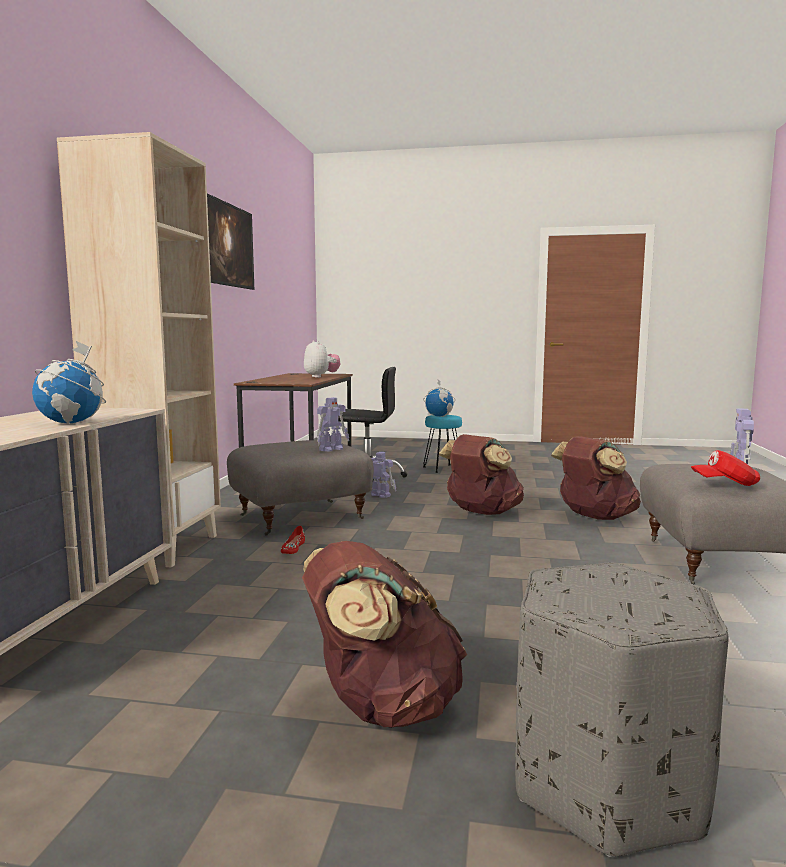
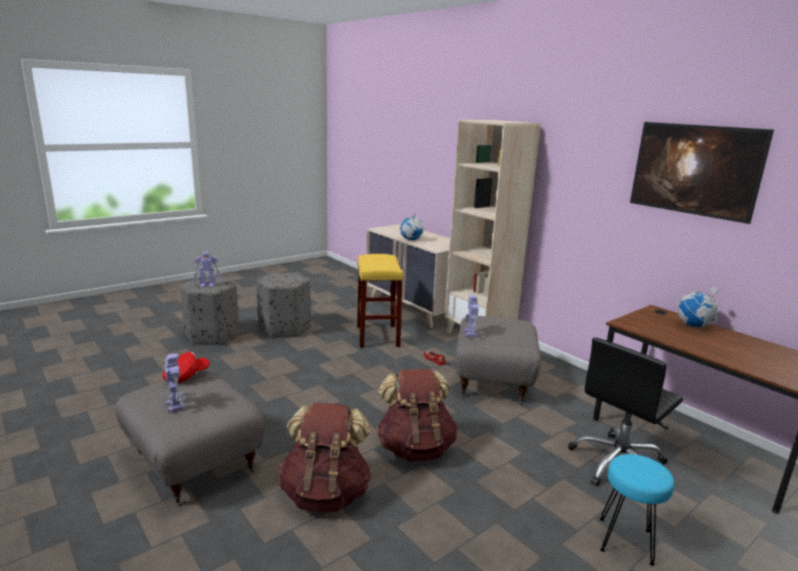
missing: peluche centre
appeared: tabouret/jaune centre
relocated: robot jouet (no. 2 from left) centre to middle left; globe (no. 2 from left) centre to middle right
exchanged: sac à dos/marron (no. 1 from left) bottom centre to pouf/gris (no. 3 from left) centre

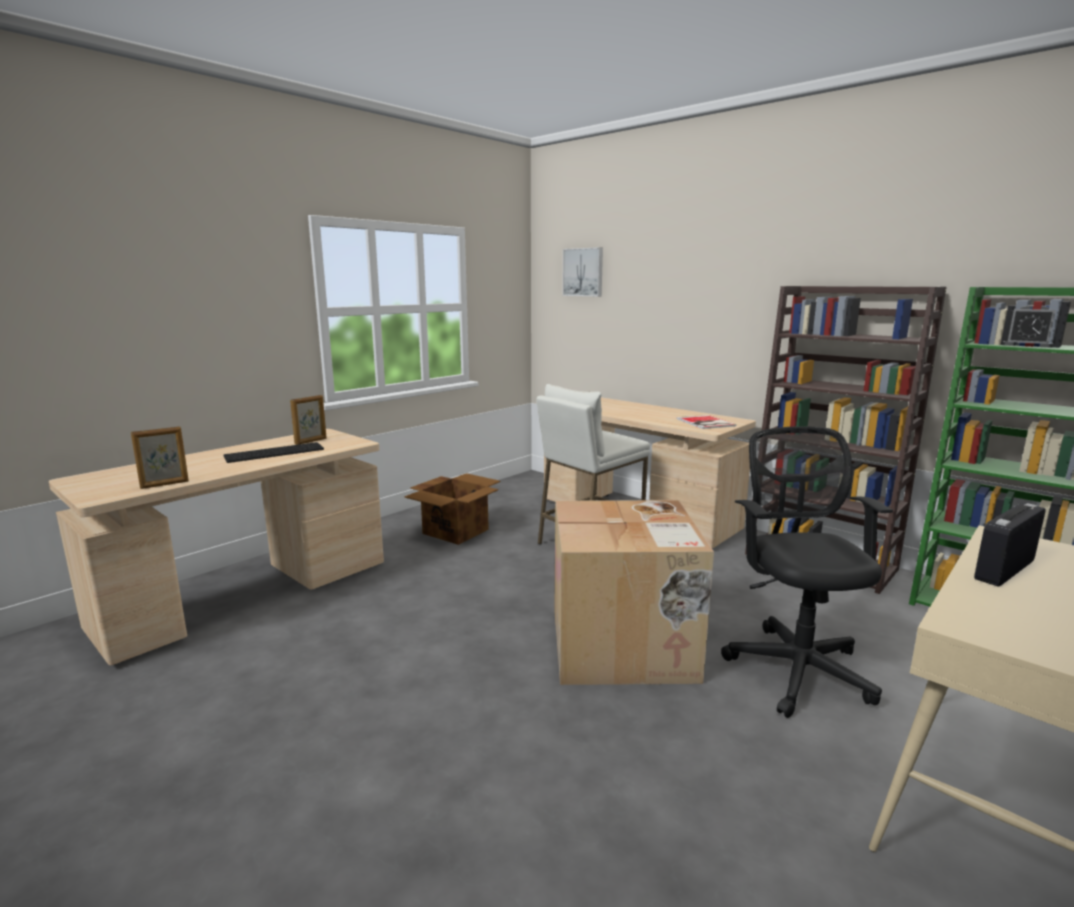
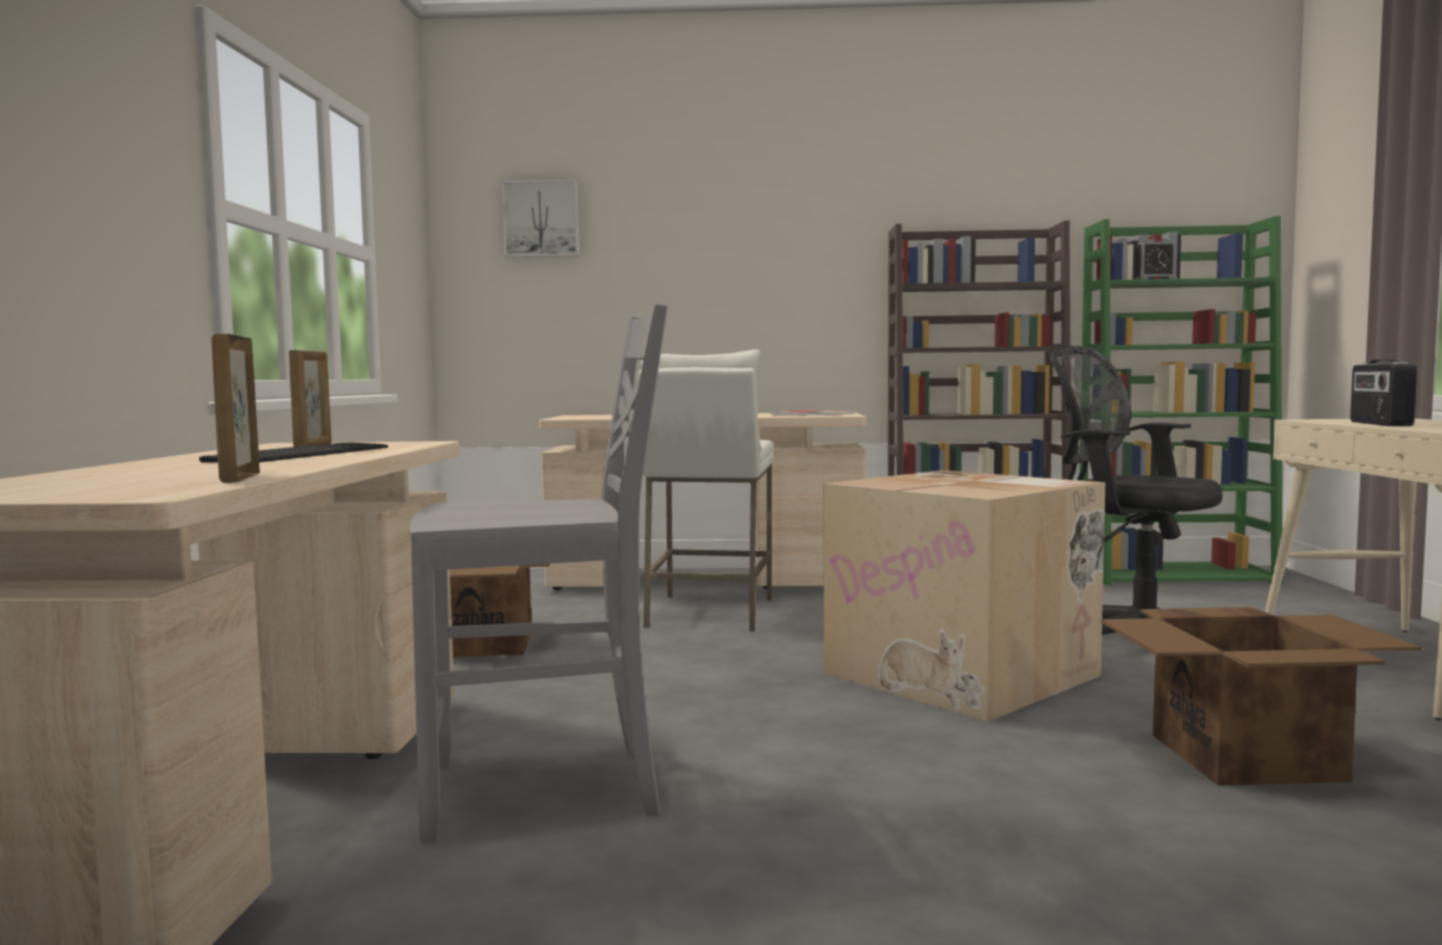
appeared: chaise/gris centre; carton (no. 3 from left) bottom right
spun: cadre photo (no. 1 from left) middle left = middle left 150 degrees clockwise

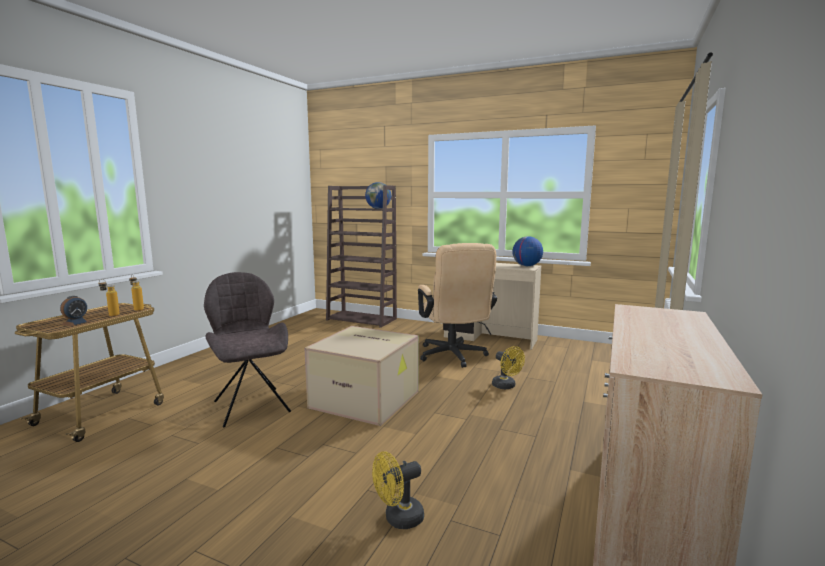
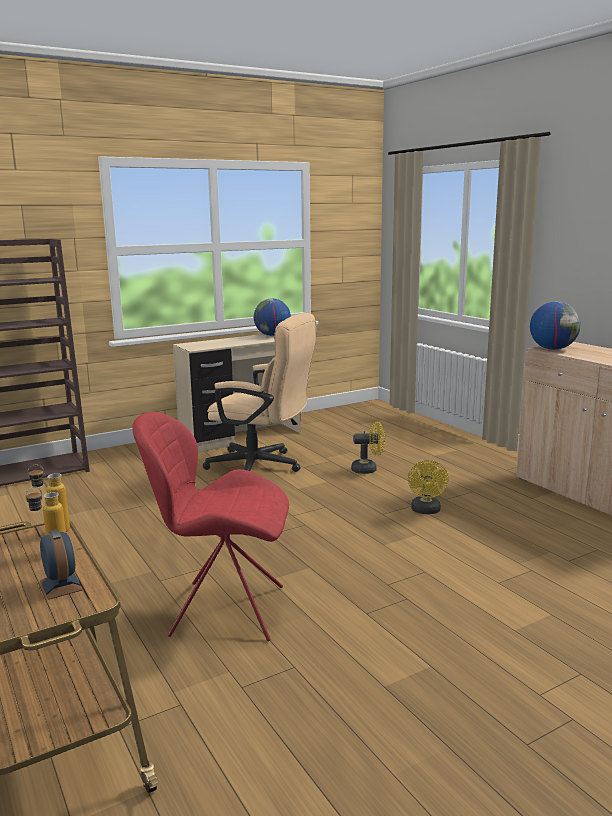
missing: carton centre
relocated: ventilateur/jaune (no. 1 from left in the first image) bottom centre to ventilateur/jaune (no. 2 from left) middle right; globe (no. 1 from left in the first image) centre to globe (no. 2 from left) middle right
colour: chaise/gris middle left to chaise/rouge centre

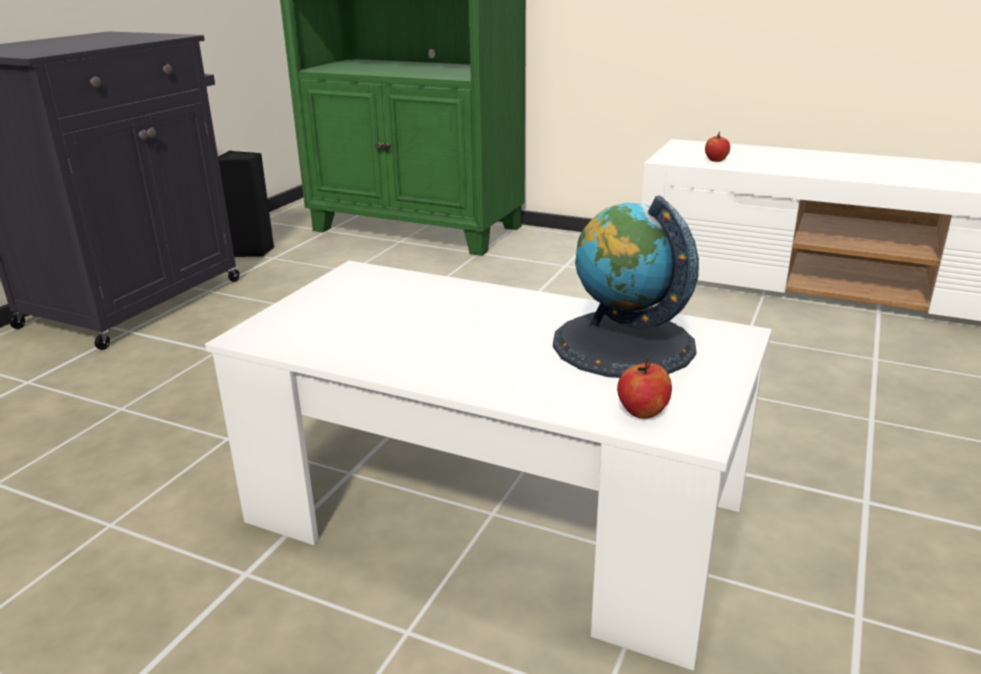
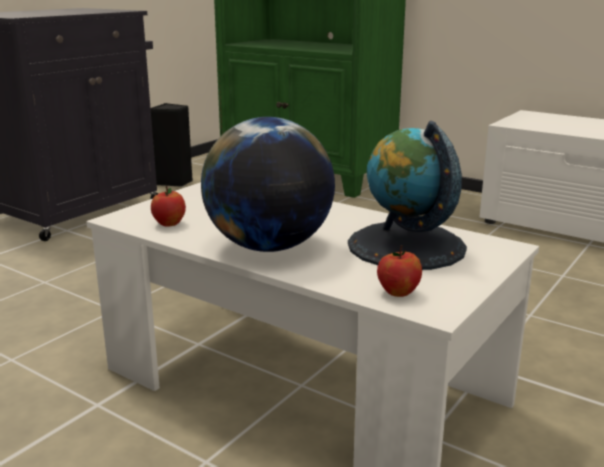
appeared: globe (no. 1 from left) centre
relocated: pomme (no. 2 from left in the first image) top right to pomme (no. 1 from left) middle left

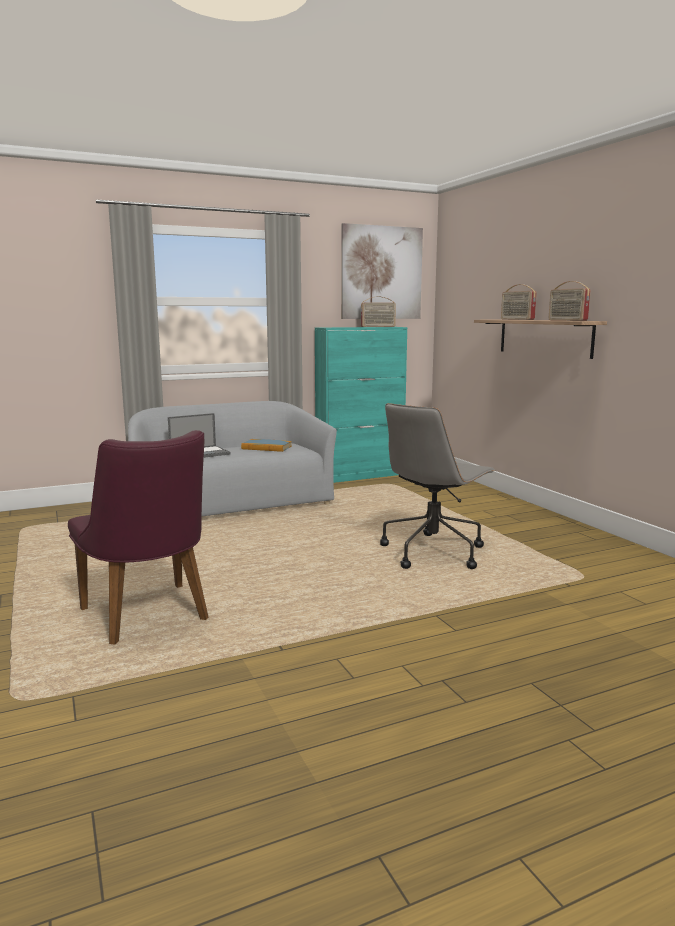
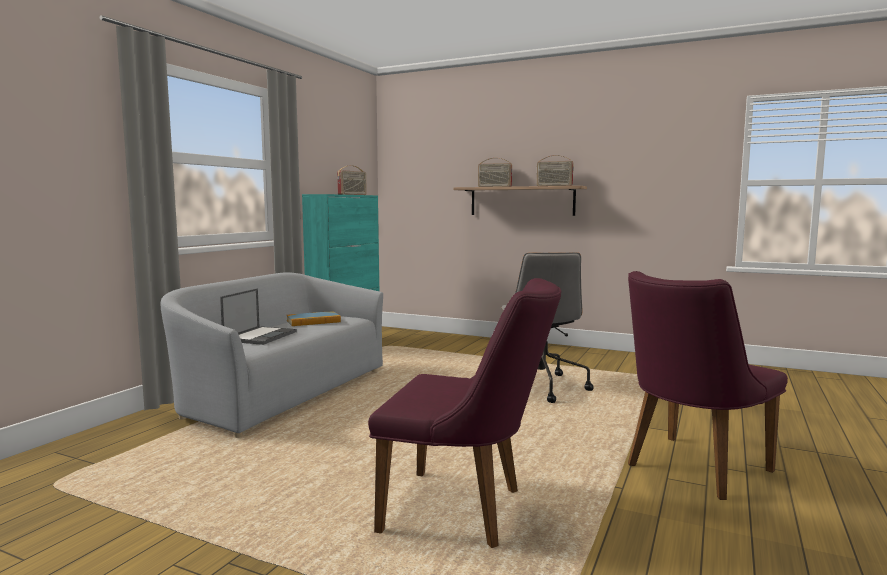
missing: tableau top centre
appeared: chaise/violet (no. 2 from left) bottom right

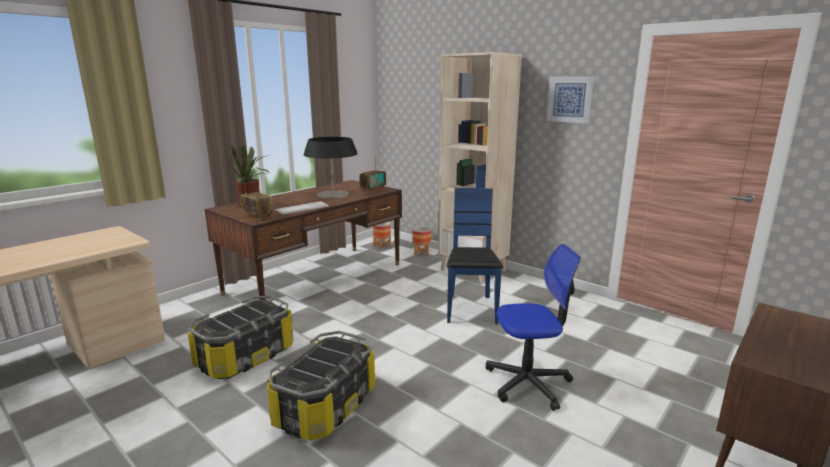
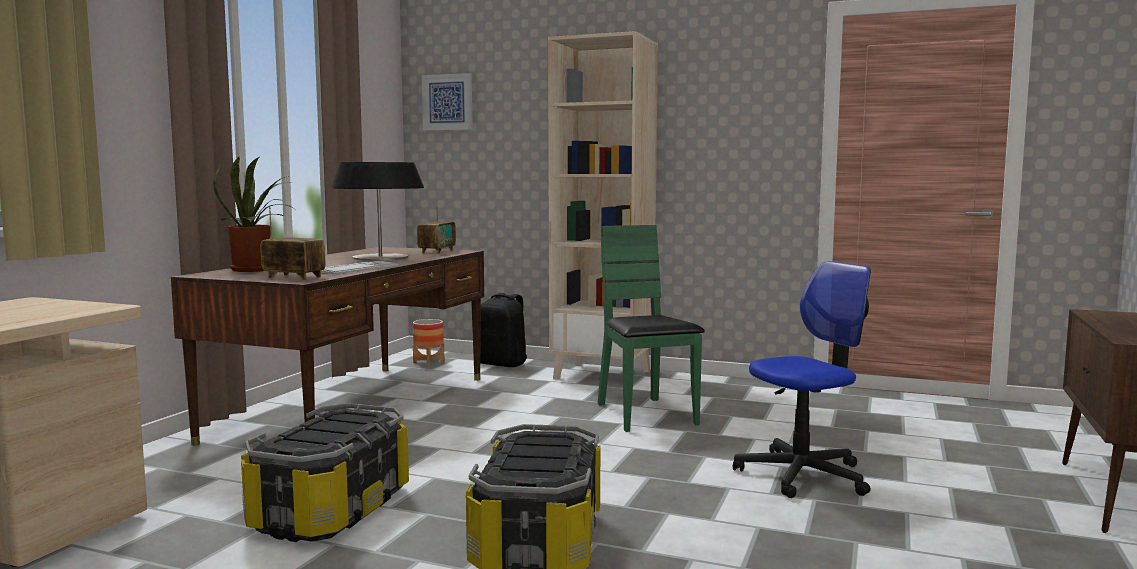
relocated: tableau top right to top centre
exchanged: cache-pot (no. 2 from left) centre to sac à dos/noir centre
colour: chaise/bleu centre to chaise/vert centre

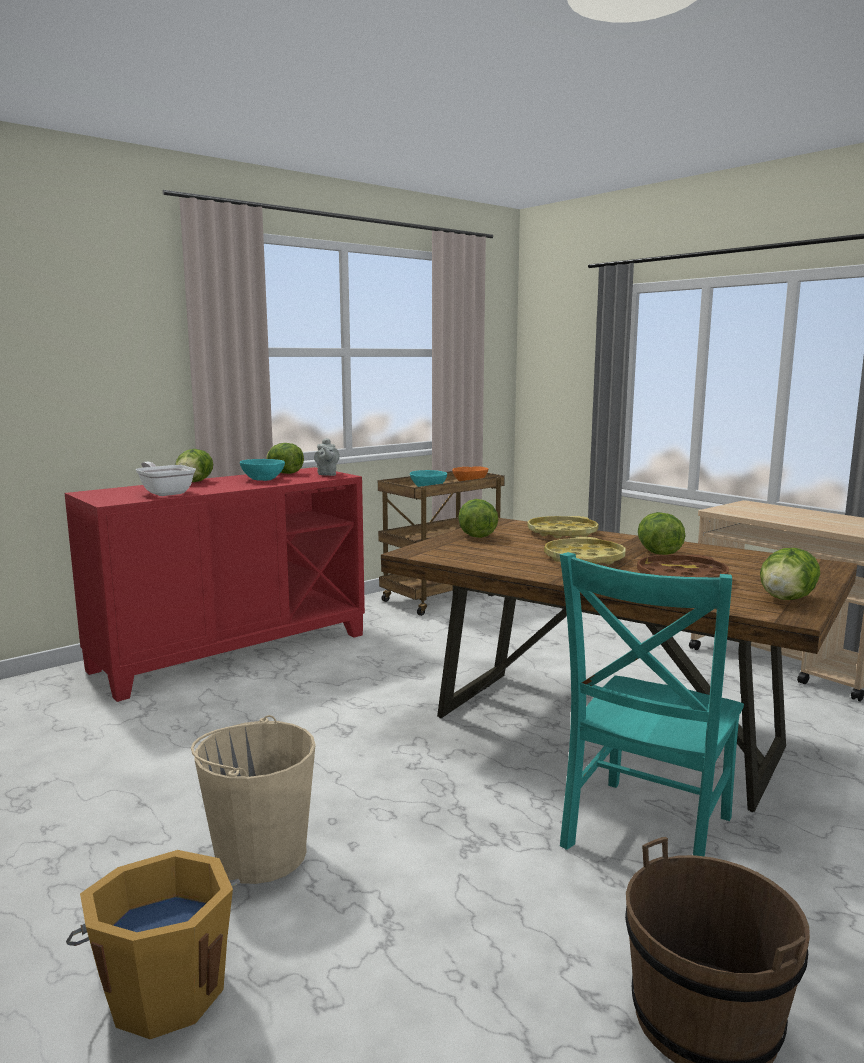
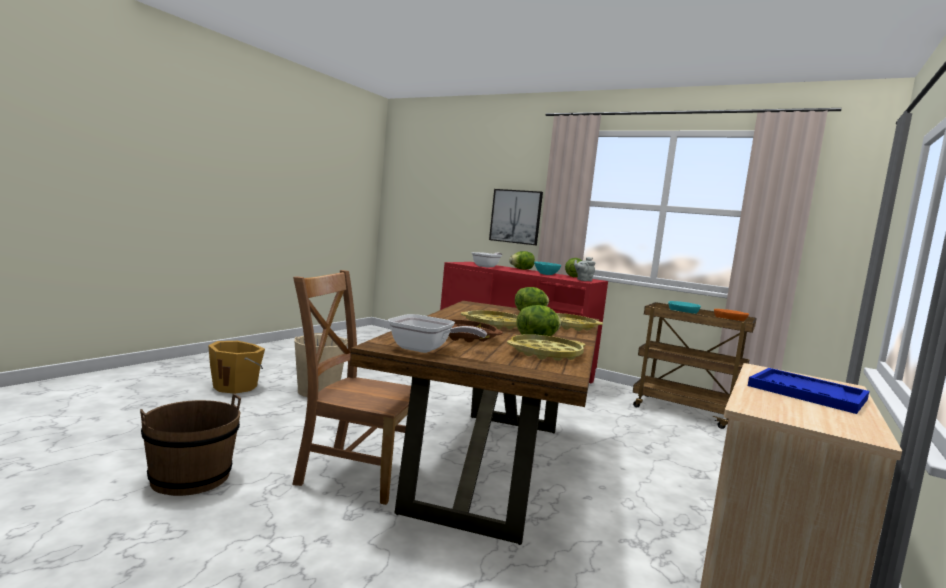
appeared: tableau centre; plateau/jaune (no. 2 from left) centre; plateau/bleu middle right
exchanged: laitue (no. 5 from left) middle right to poêle (no. 1 from left) centre
colour: chaise/turquoise middle right to chaise/marron centre

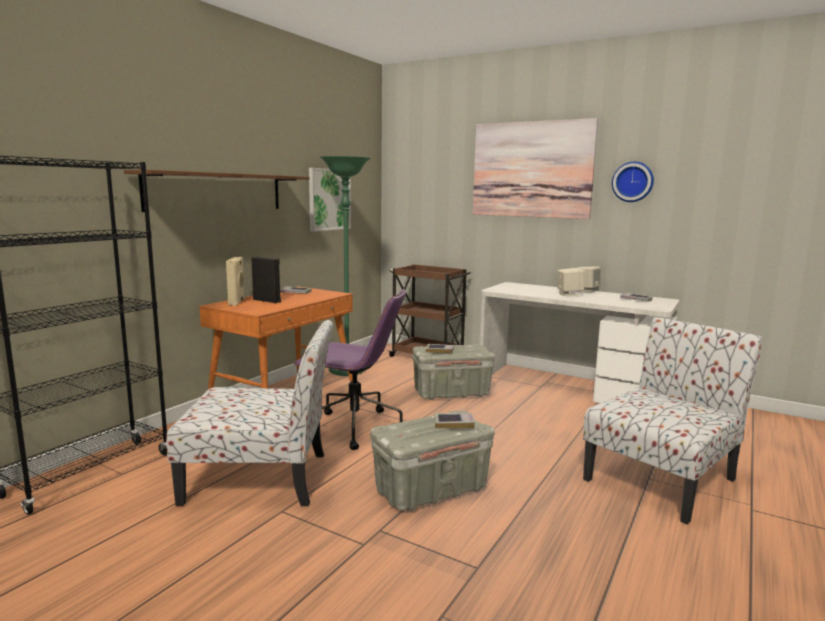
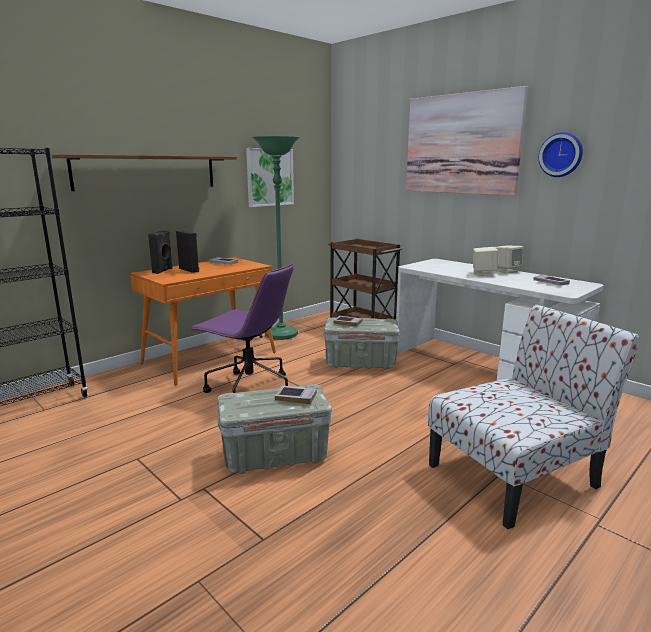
missing: chaise (no. 1 from left) middle left
colour: enceinte/beige (no. 1 from left) middle left to enceinte/noir (no. 1 from left) middle left

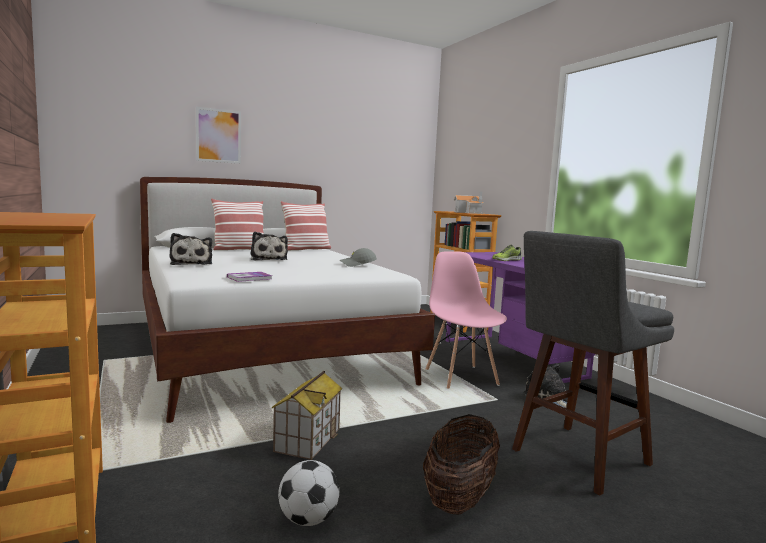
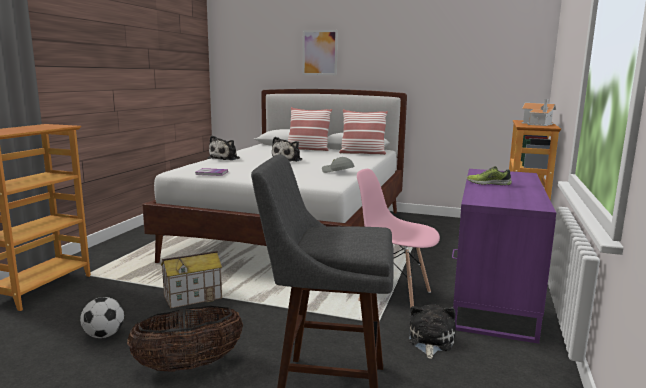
spun: chaise/rose centre = centre 90 degrees counterclockwise

